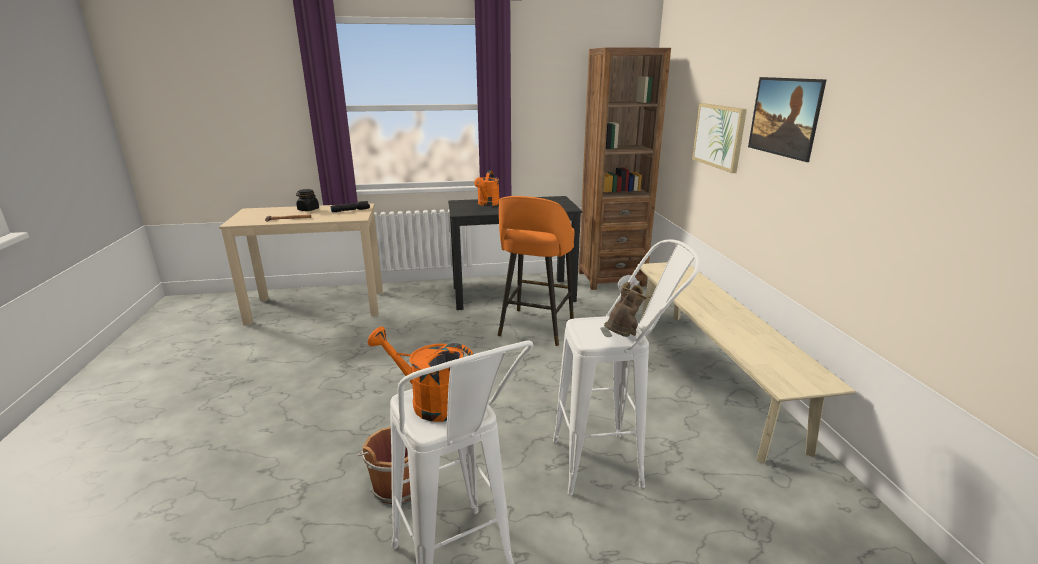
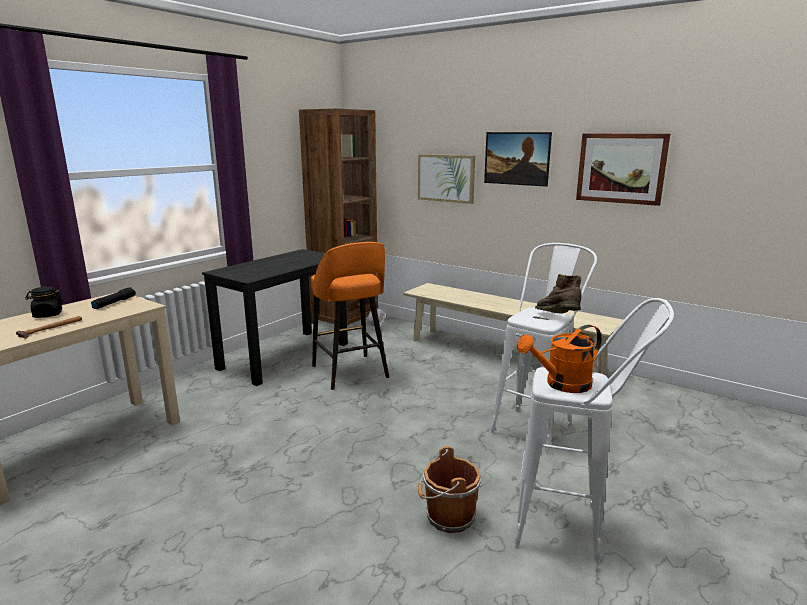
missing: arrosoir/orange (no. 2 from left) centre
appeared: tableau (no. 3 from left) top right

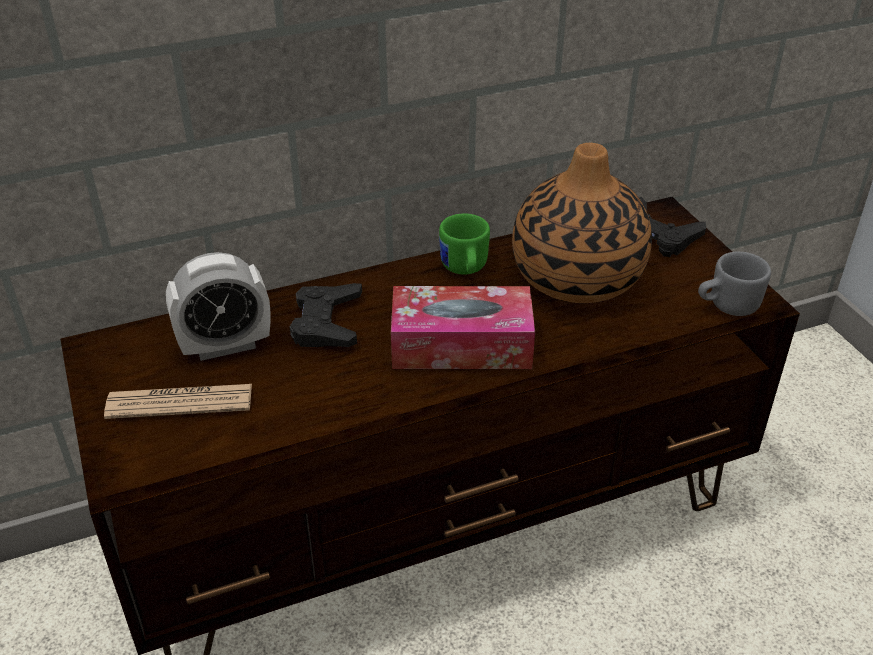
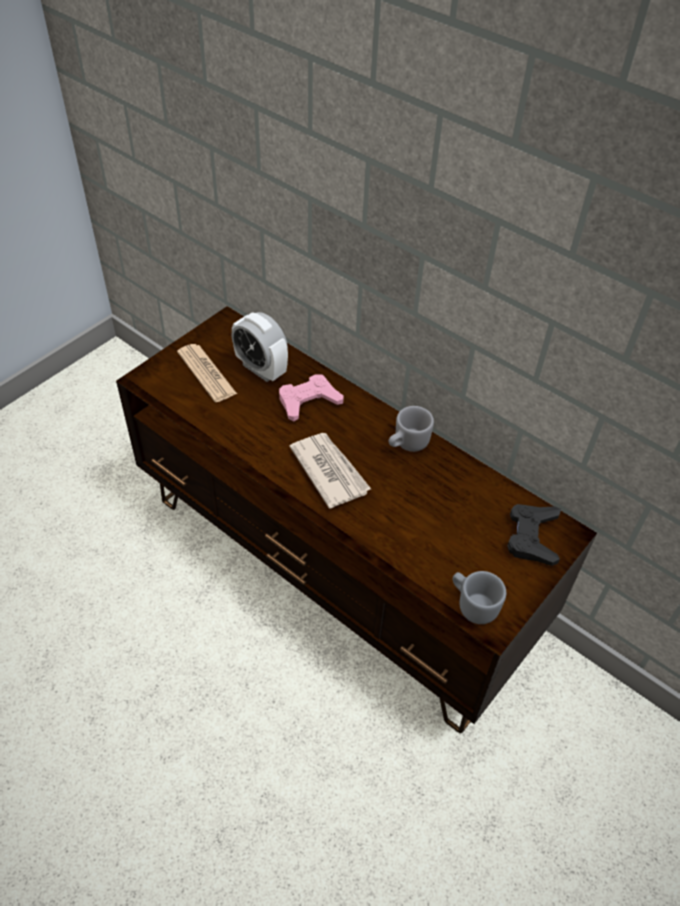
missing: vase middle right
exchanged: boîte à mouchoirs centre to journal (no. 2 from left) centre
colour: manette/noir (no. 1 from left) centre to manette/rose centre; mug/vert centre to mug/gris (no. 1 from left) centre

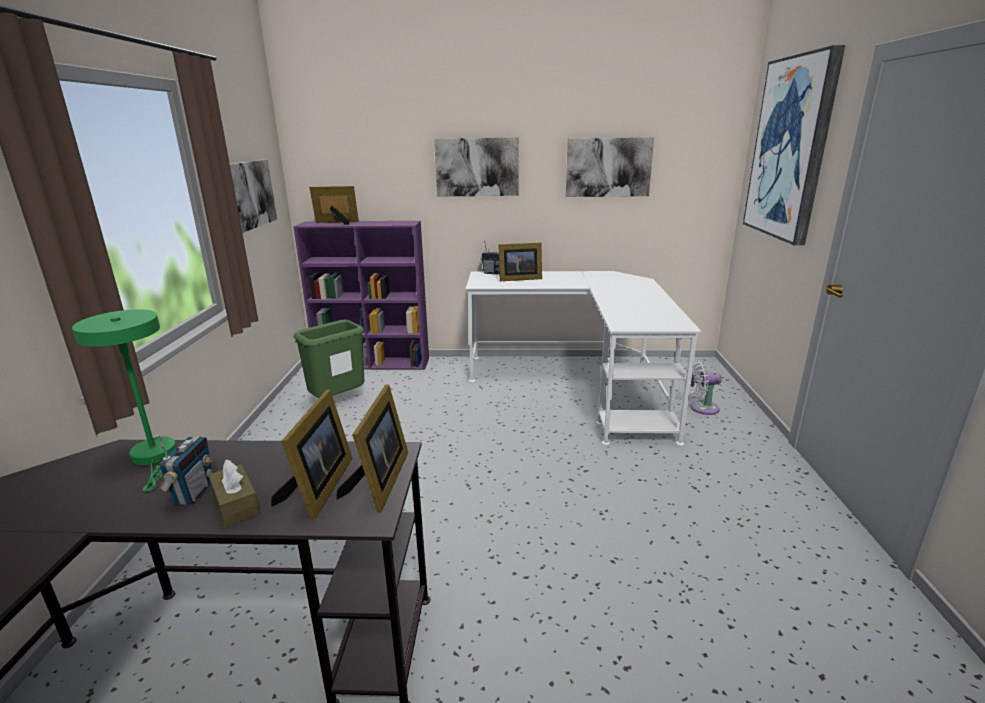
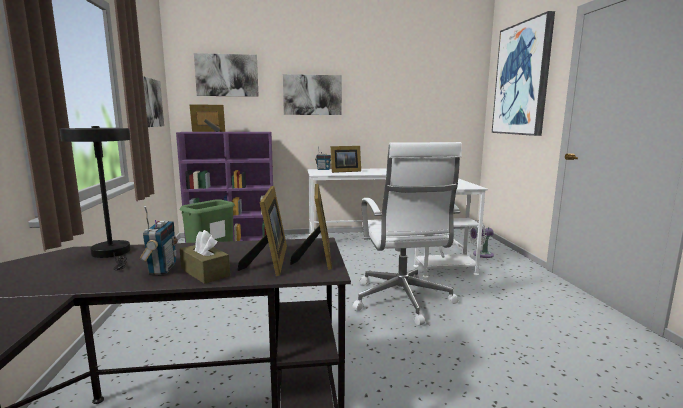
appeared: chaise de bureau/blanc centre
relocated: tableau (no. 3 from left in the first image) top centre to tableau (no. 2 from left) top left
colour: lampe de table/vert middle left to lampe de table/noir middle left

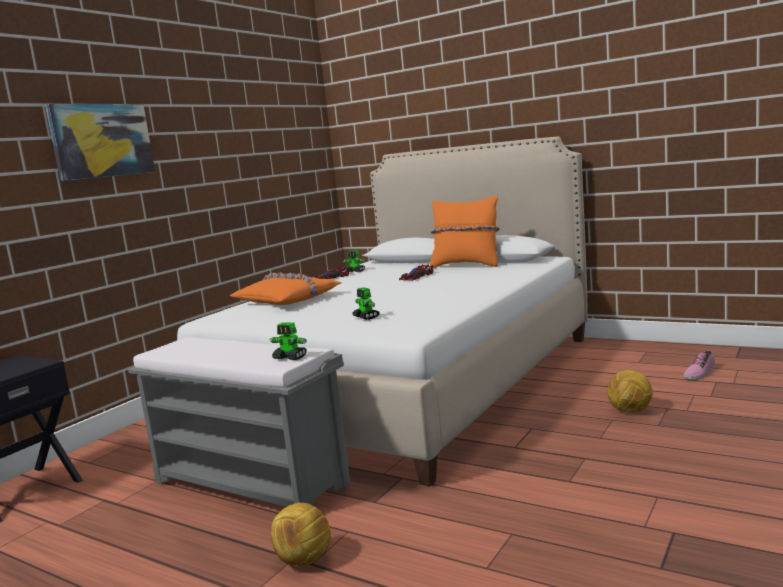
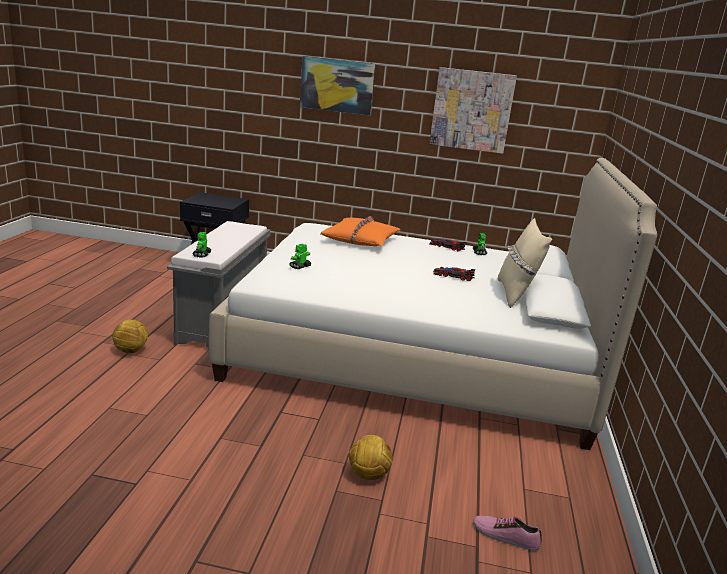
appeared: tableau (no. 2 from left) top centre
colour: coussin/orange (no. 2 from left) centre to coussin/beige middle right

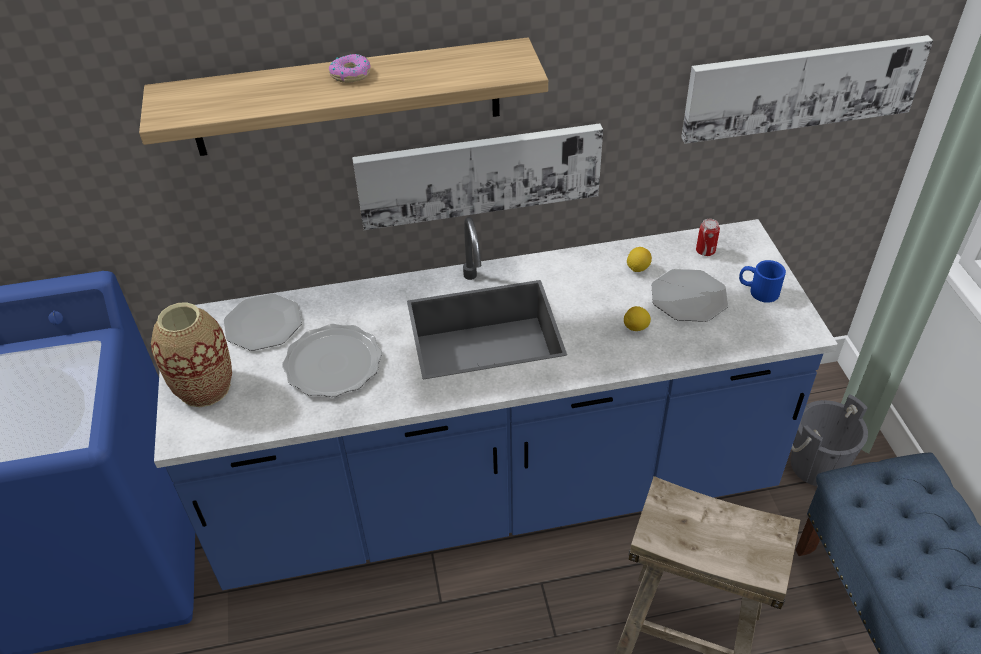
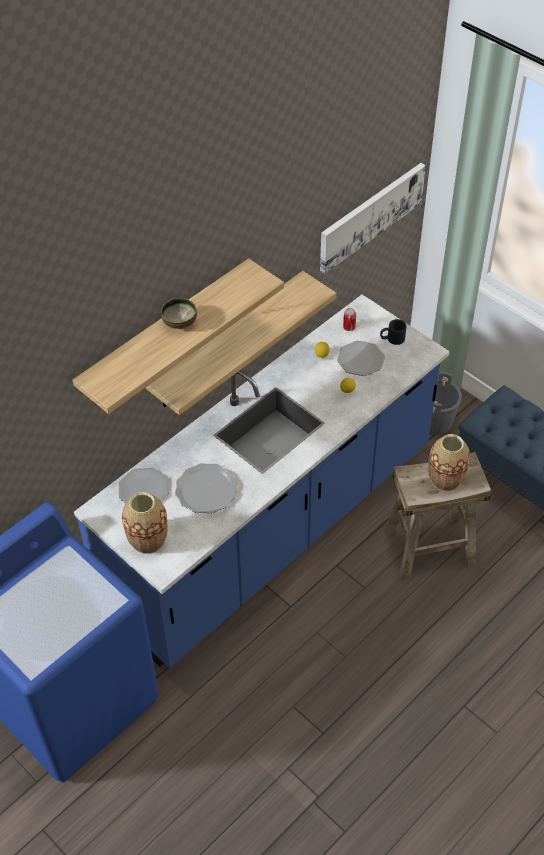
appeared: vase (no. 2 from left) middle right
exchanged: tableau (no. 1 from left) top centre to étagère (no. 2 from left) centre; beignet top centre to bol middle left
colour: mug/bleu middle right to mug/noir middle right

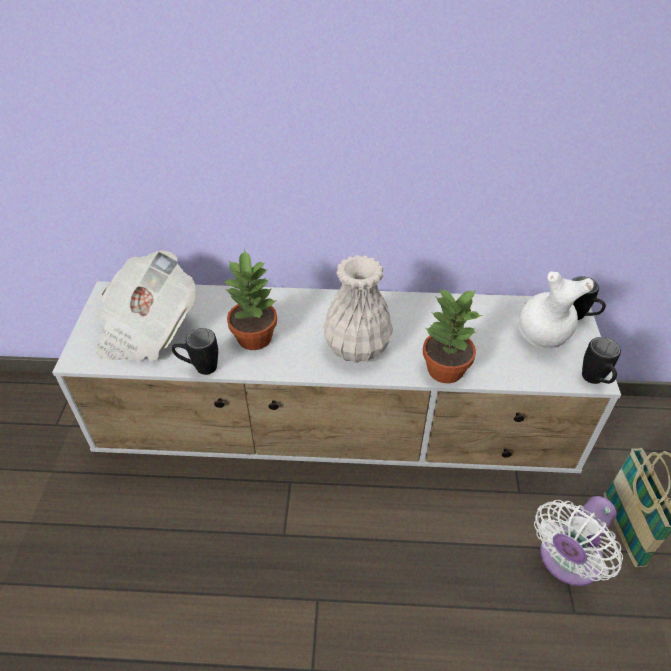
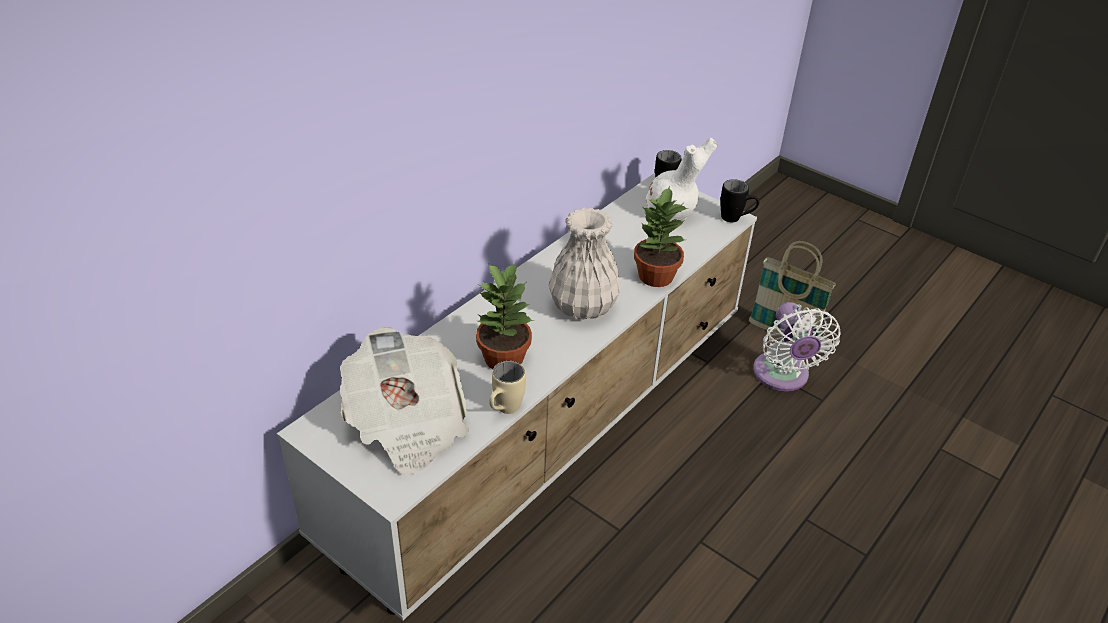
colour: mug/noir (no. 1 from left) middle left to mug/beige centre

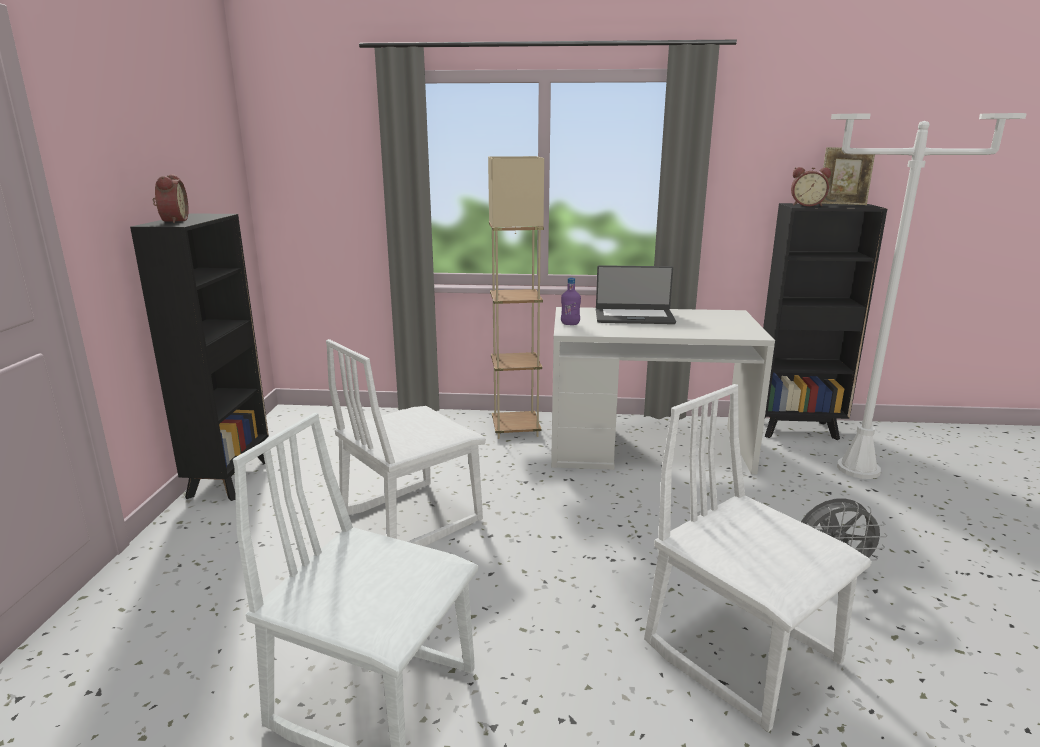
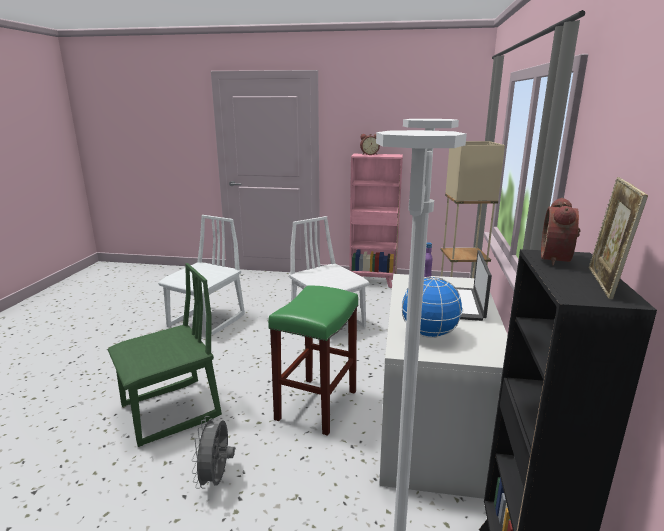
appeared: tabouret/vert bottom centre; globe centre
colour: chaise/blanc (no. 3 from left) bottom right to chaise/vert bottom left; bibliothèque/noir (no. 1 from left) middle left to bibliothèque/rose centre

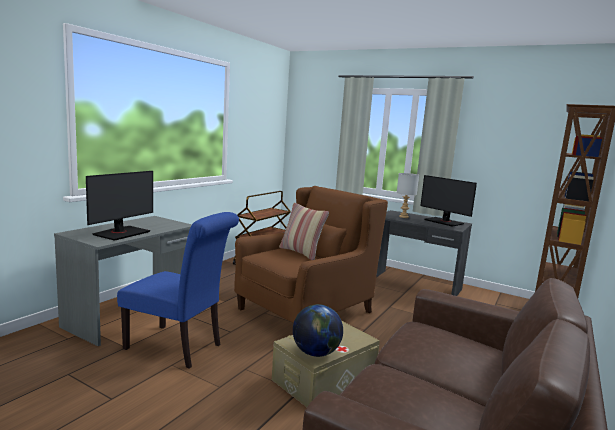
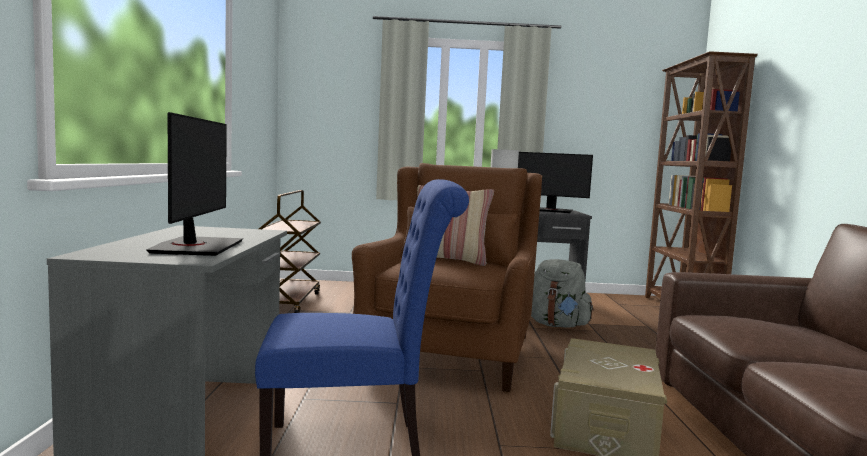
missing: globe bottom centre
appeared: sac à dos/gris centre

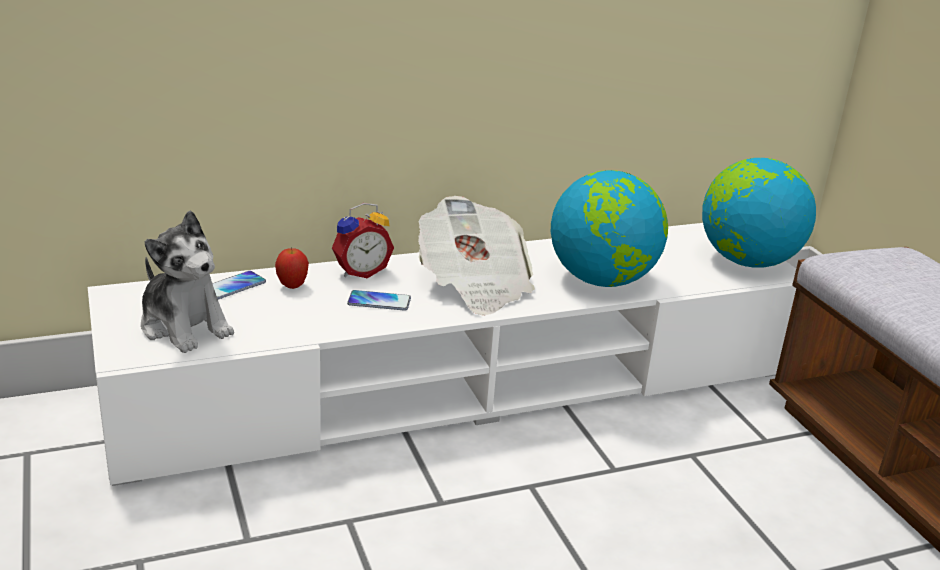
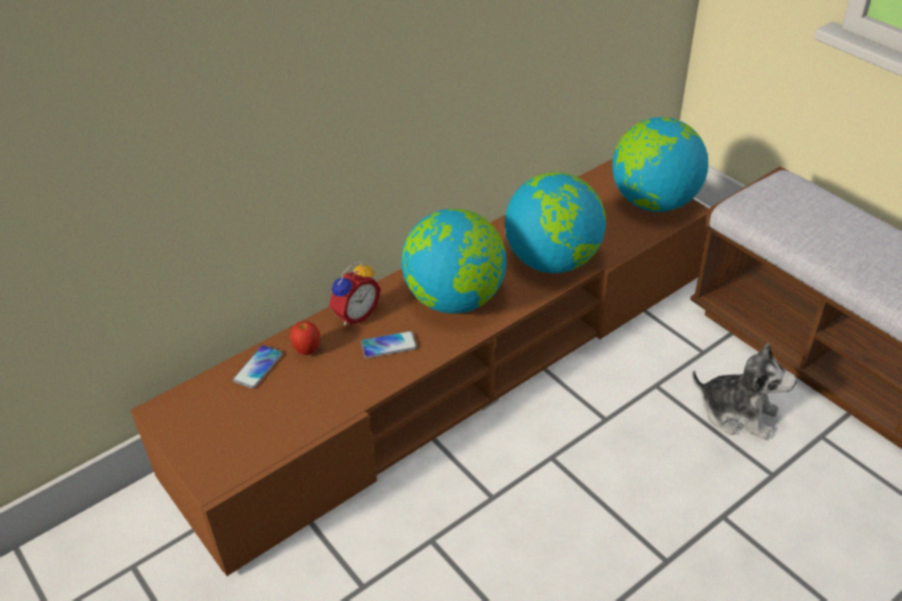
relocated: peluche middle left to middle right
exchanged: journal centre to globe (no. 1 from left) centre
colour: meuble télé/blanc centre to meuble télé/marron centre

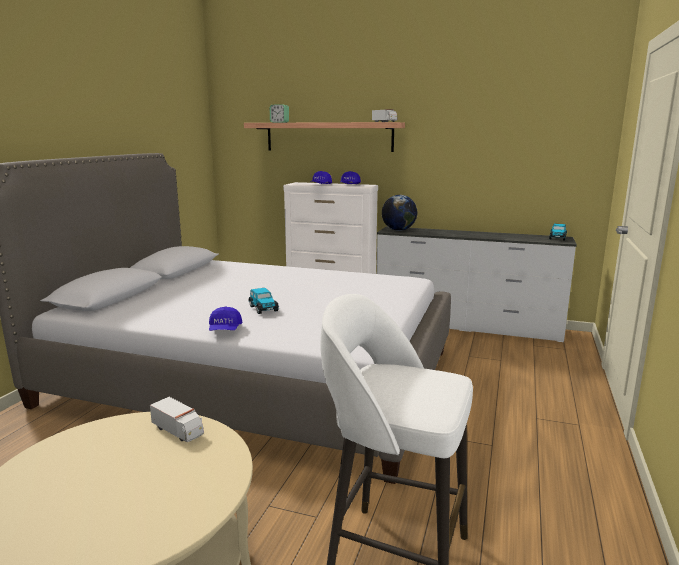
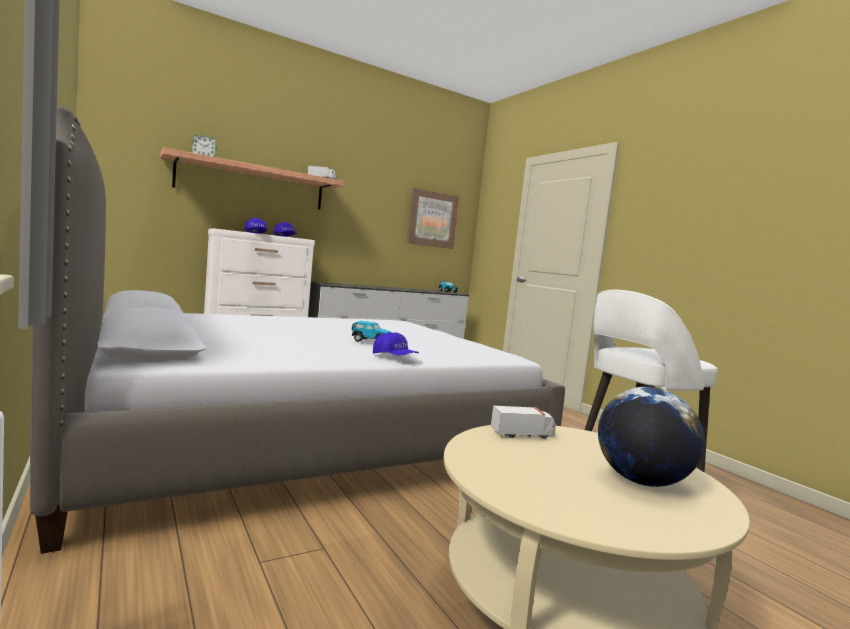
appeared: tableau centre
relocated: globe centre to bottom right

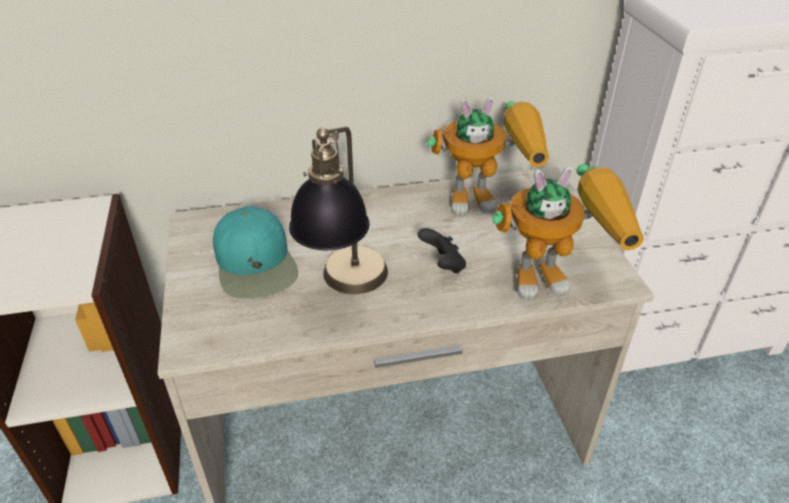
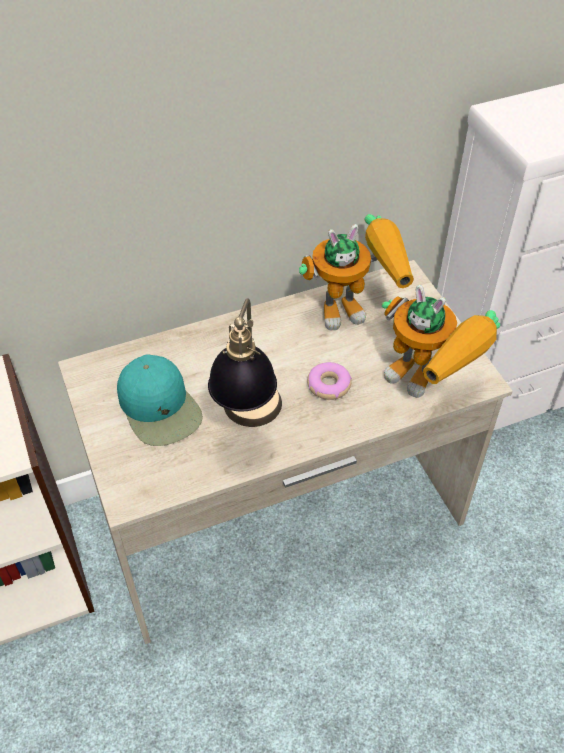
exchanged: manette/noir centre to beignet centre
spun: robot jouet (no. 2 from left) middle right = middle right 60 degrees clockwise

